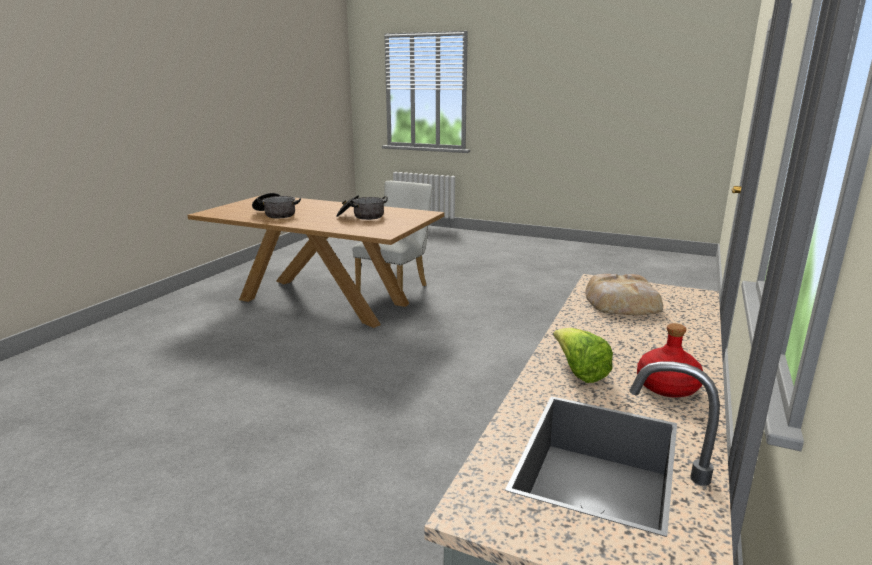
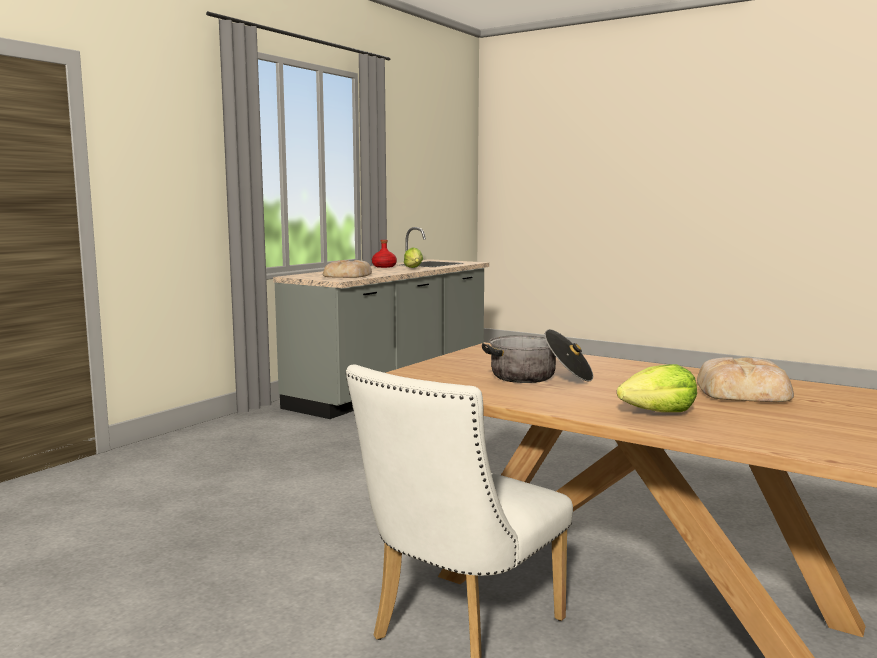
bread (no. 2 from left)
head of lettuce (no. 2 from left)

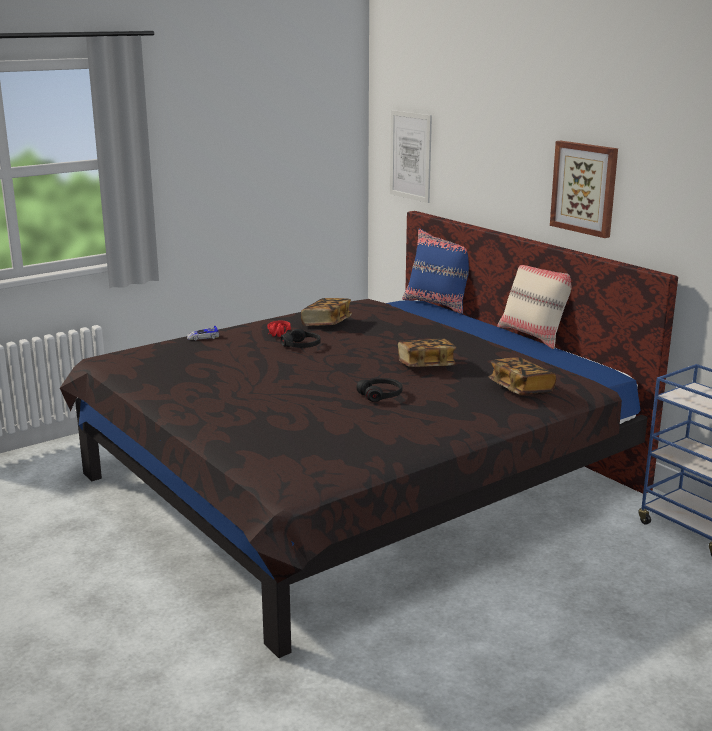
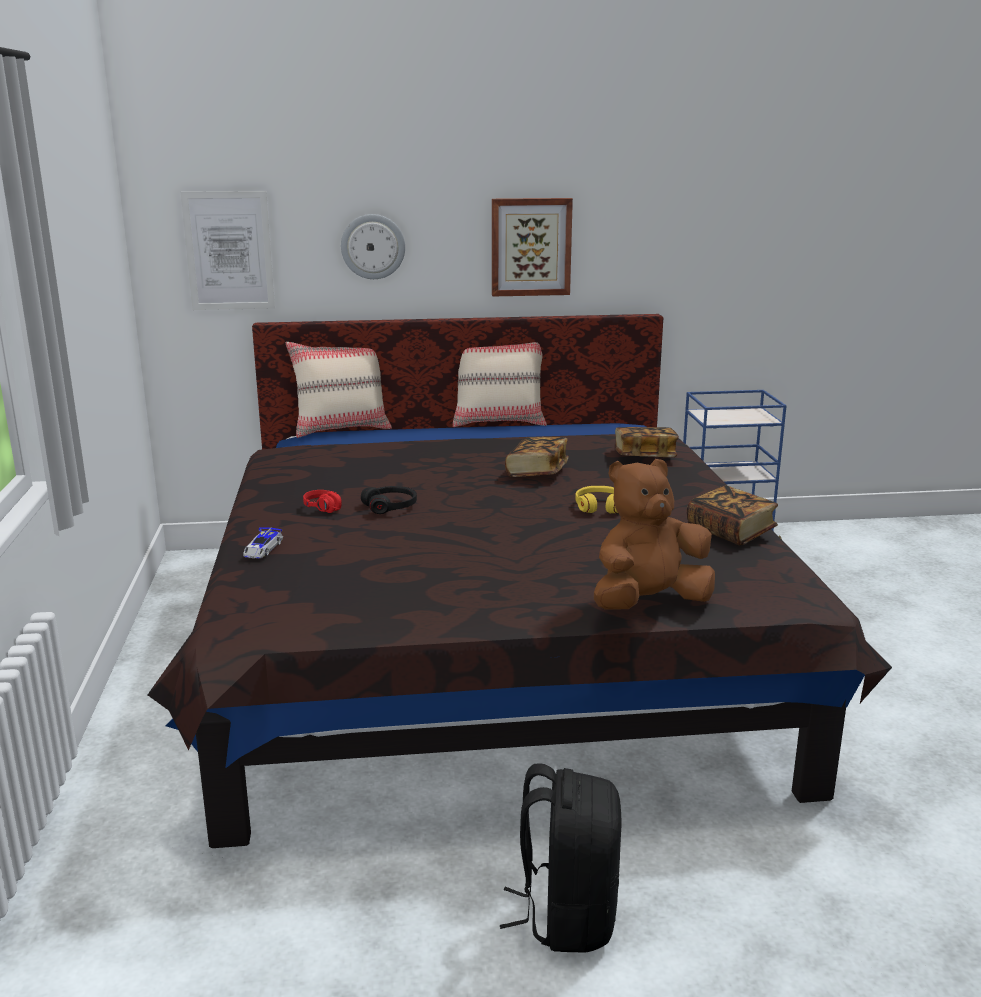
beige cushion (no. 1 from left)
volume (no. 3 from left)
yellowish headset
hanging clock
brown-coloured plush toy
black rucksack

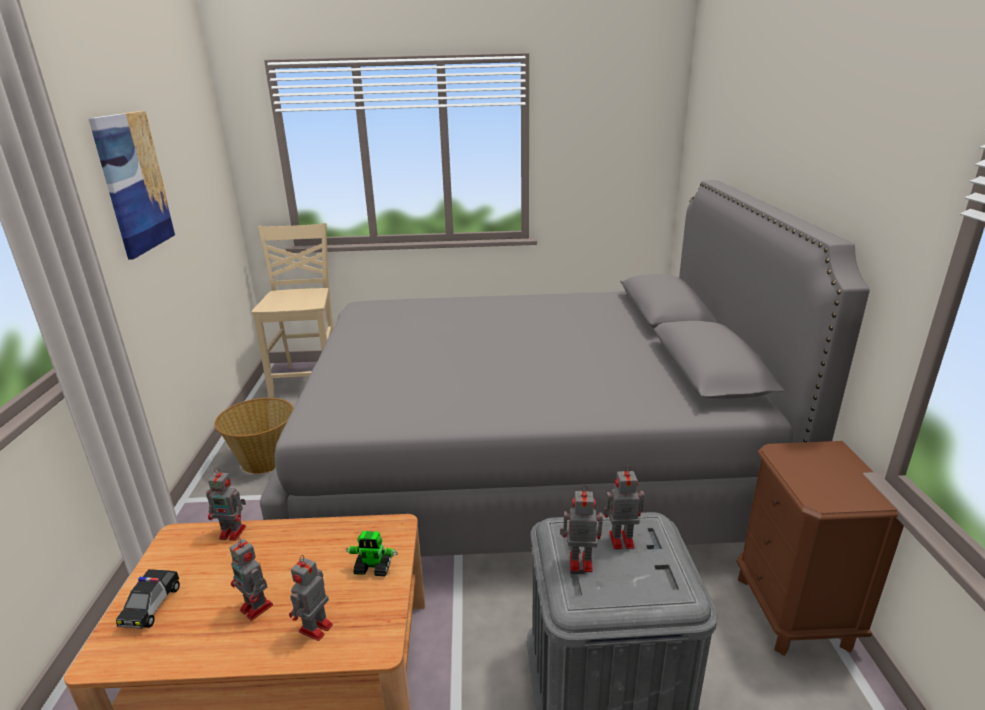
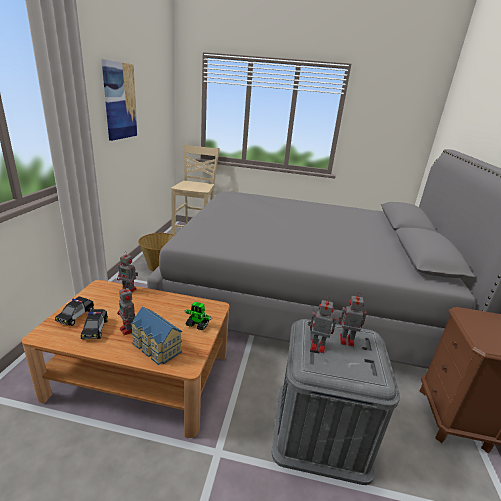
model house
model car (no. 2 from left)

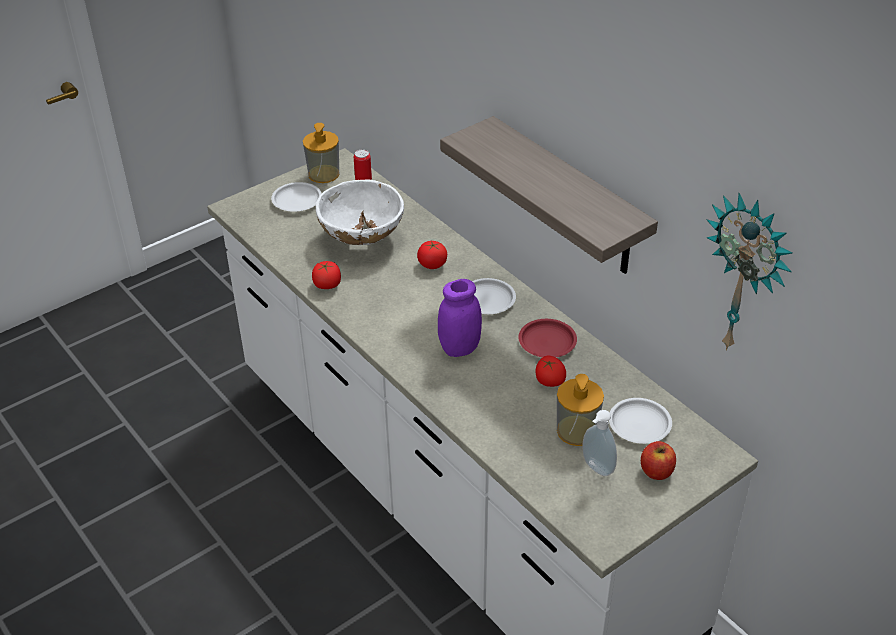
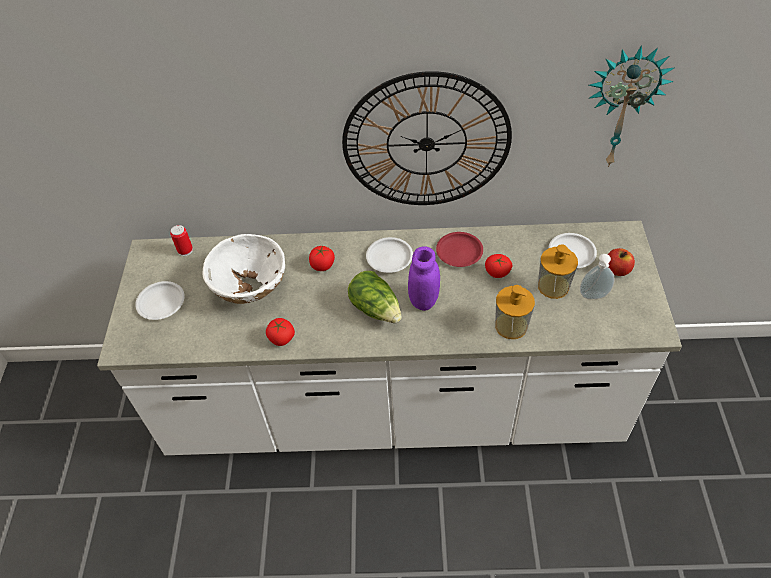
hanging clock (no. 1 from left)
soap dispenser (no. 1 from left)
head of lettuce

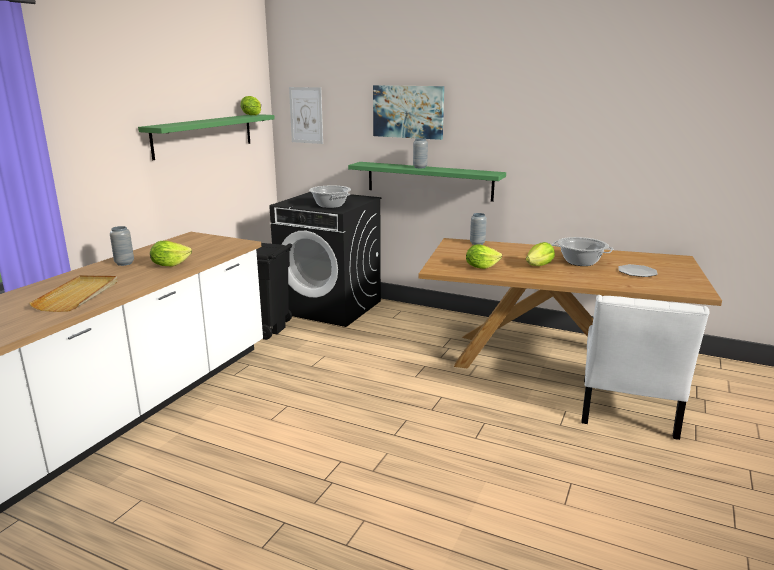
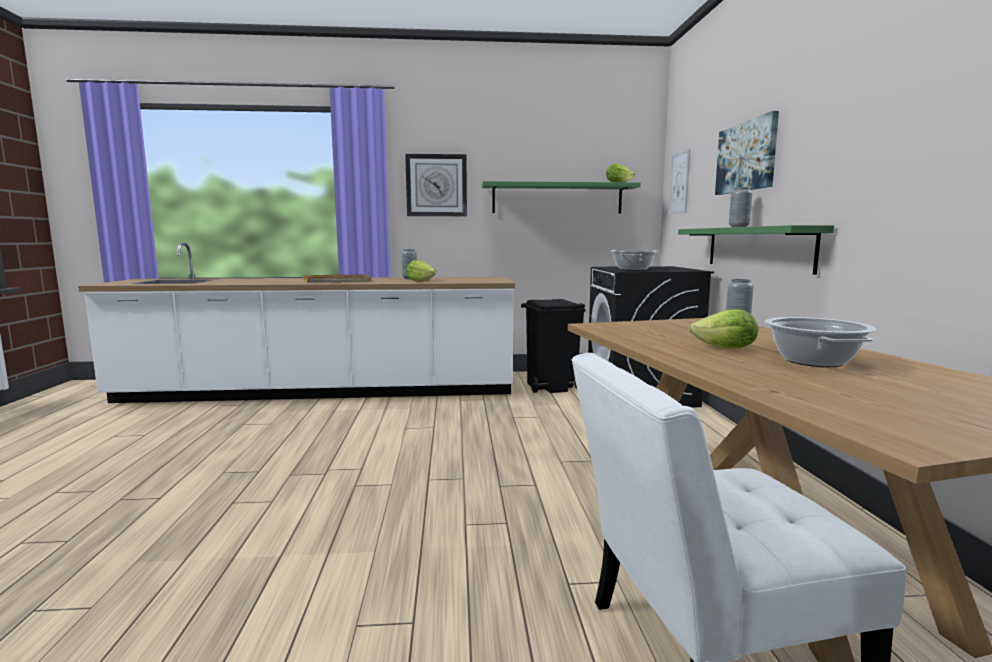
head of lettuce (no. 3 from left in the first image)
flat dish
hanging clock

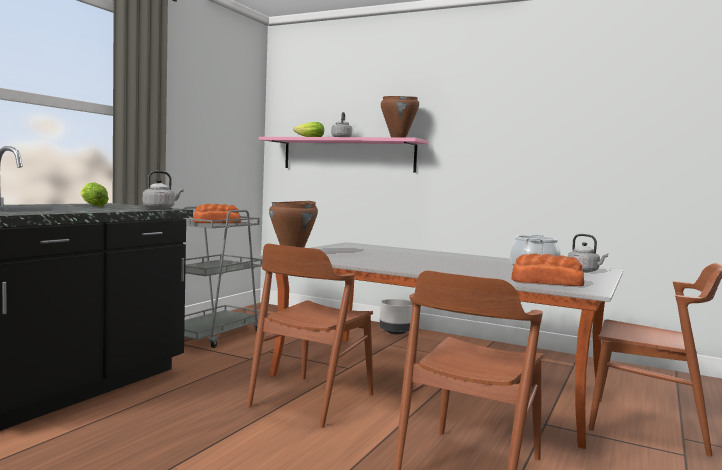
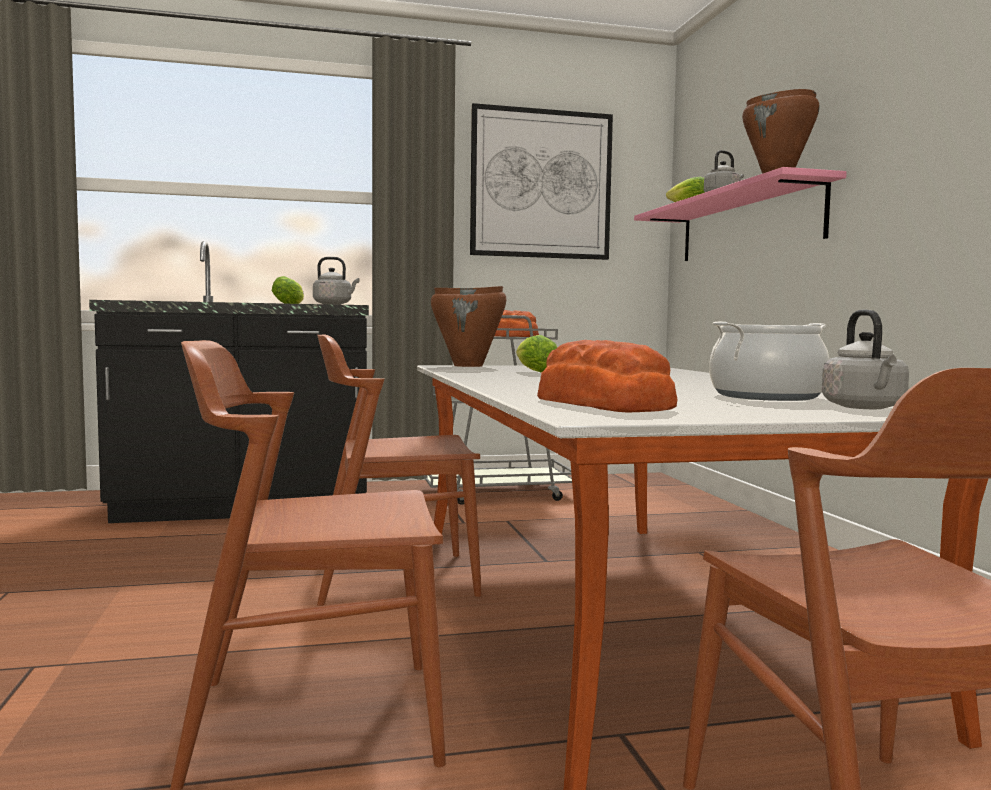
gray plant pot
wall picture
head of lettuce (no. 2 from left)

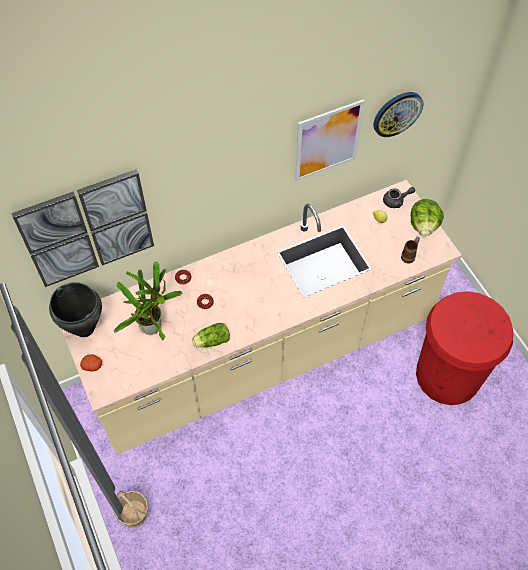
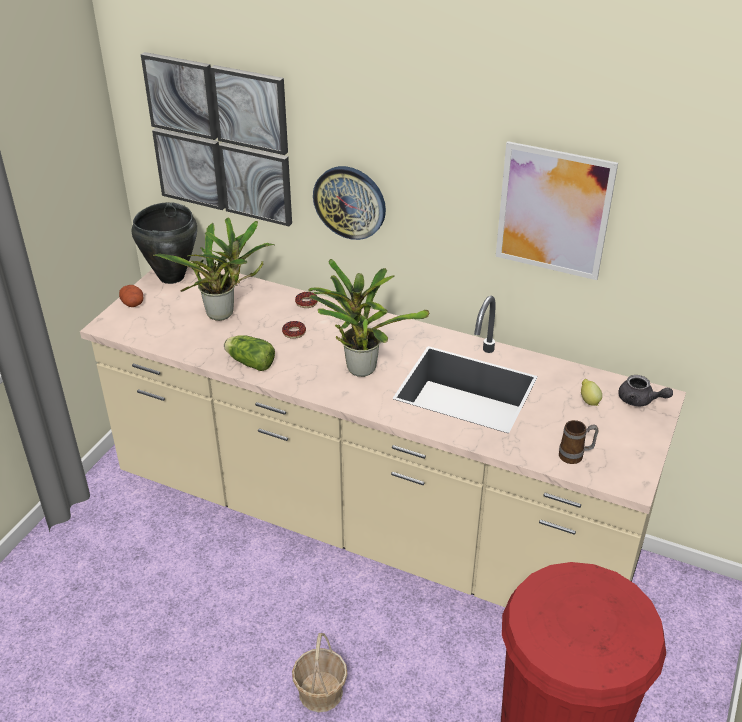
hanging clock
head of lettuce (no. 2 from left in the first image)
storage basket
potted plant (no. 2 from left)

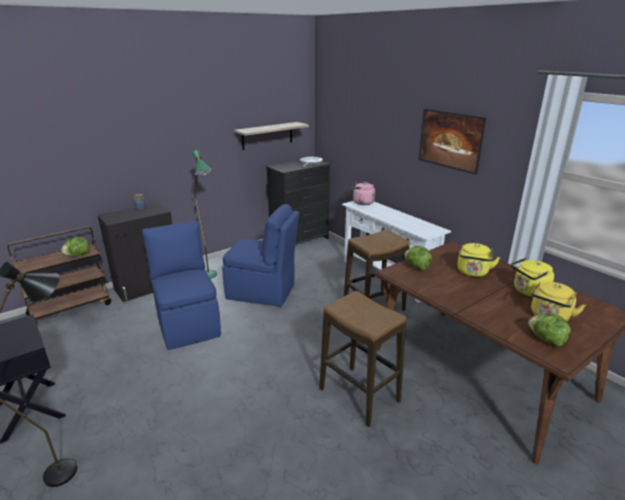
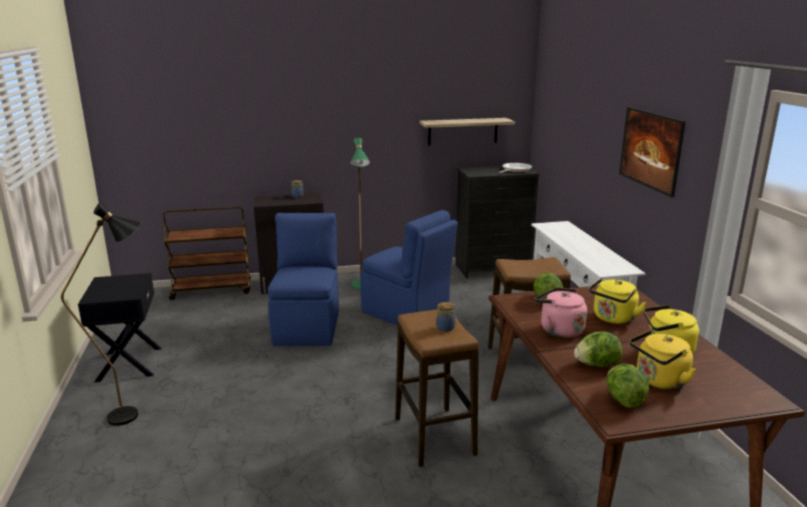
pink-coloured tea kettle
head of lettuce (no. 2 from left)
jar (no. 2 from left)

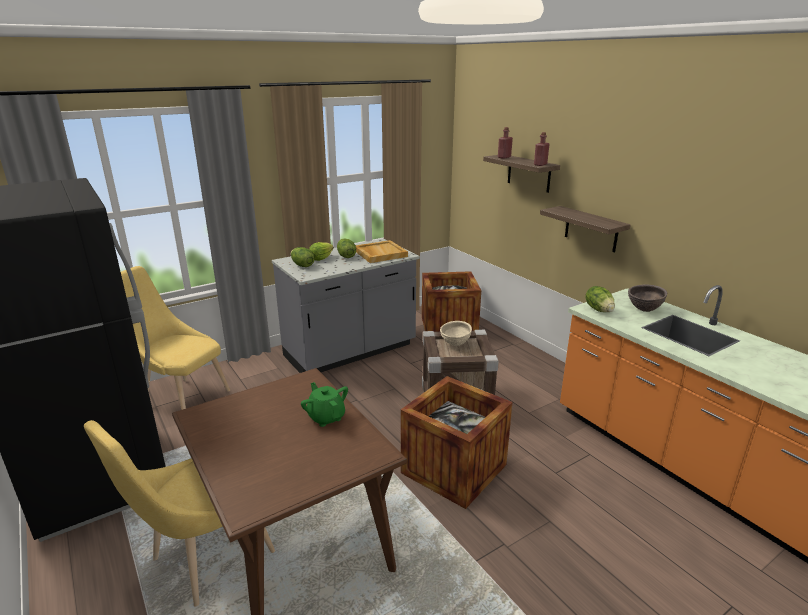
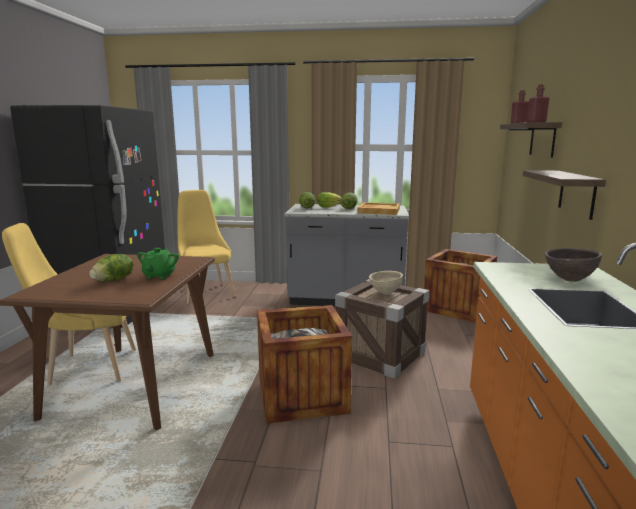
head of lettuce (no. 1 from left)

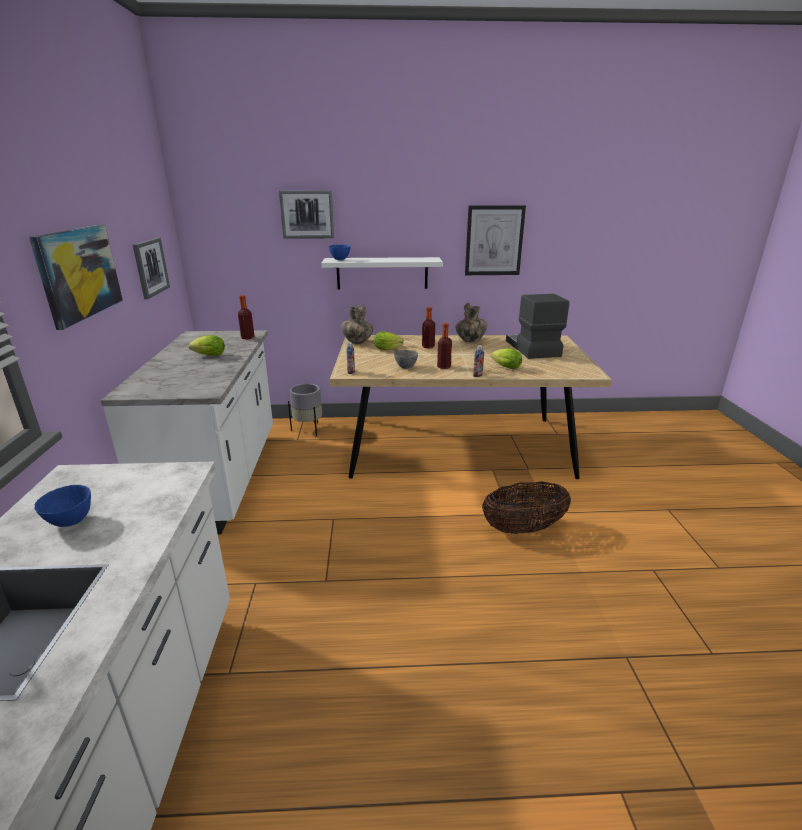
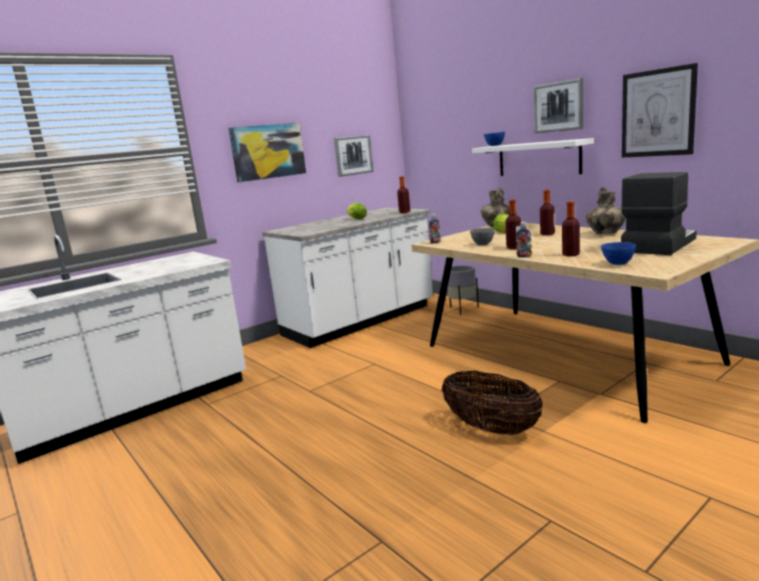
wall picture (no. 3 from left)
drink bottle (no. 6 from left)
blue-coloured serving bowl (no. 2 from left)

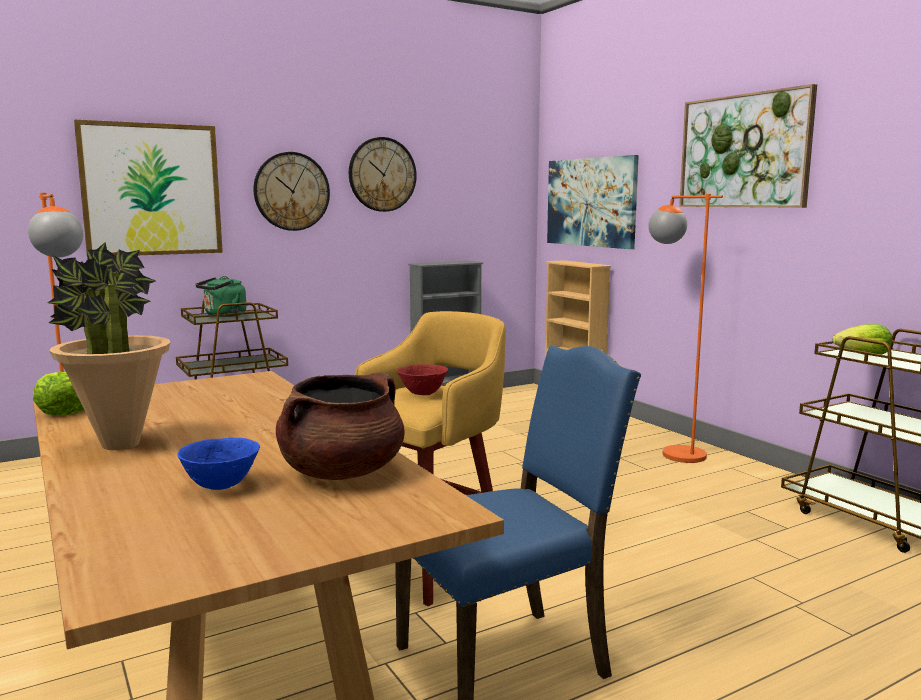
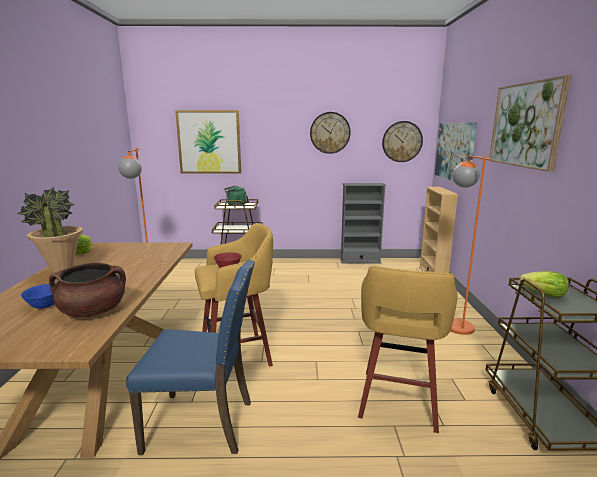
hanging clock (no. 2 from left)
yellowish stool (no. 2 from left)

